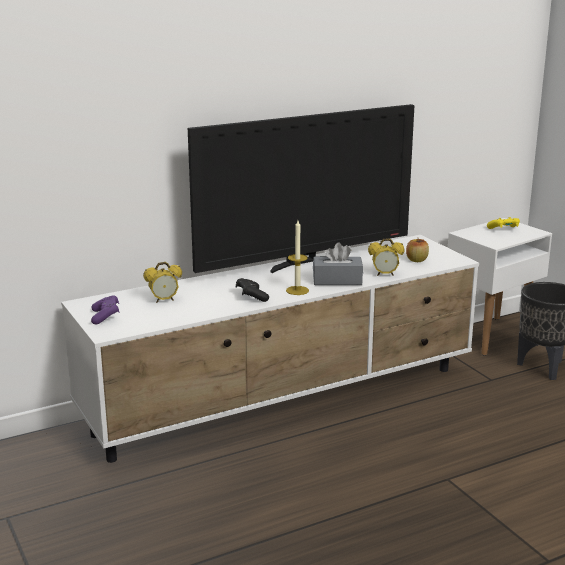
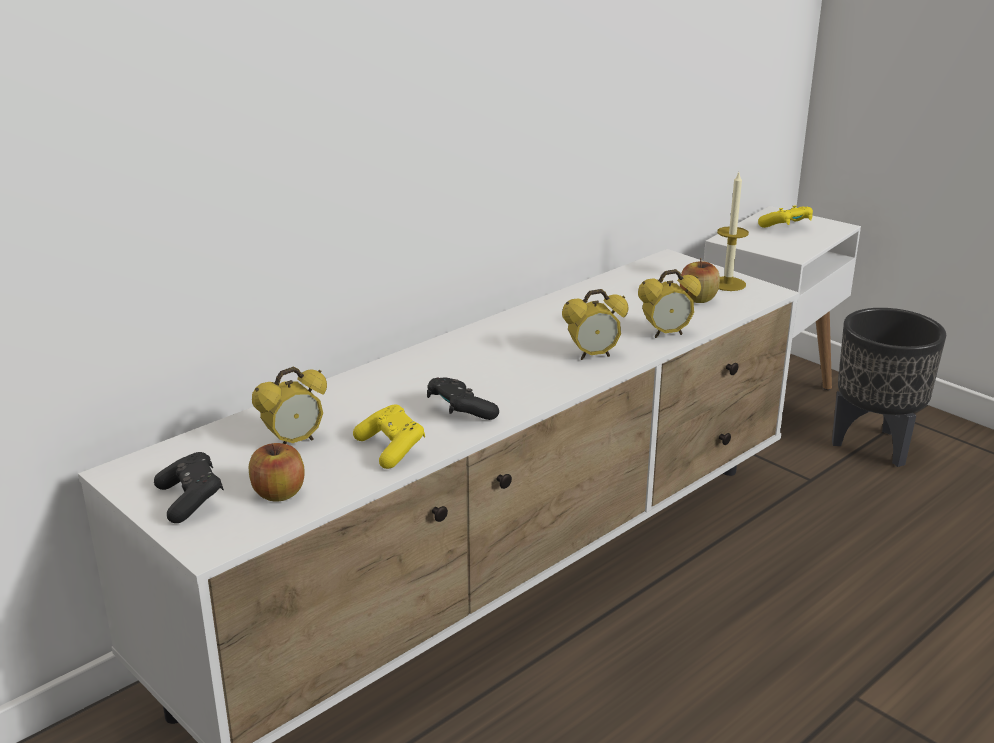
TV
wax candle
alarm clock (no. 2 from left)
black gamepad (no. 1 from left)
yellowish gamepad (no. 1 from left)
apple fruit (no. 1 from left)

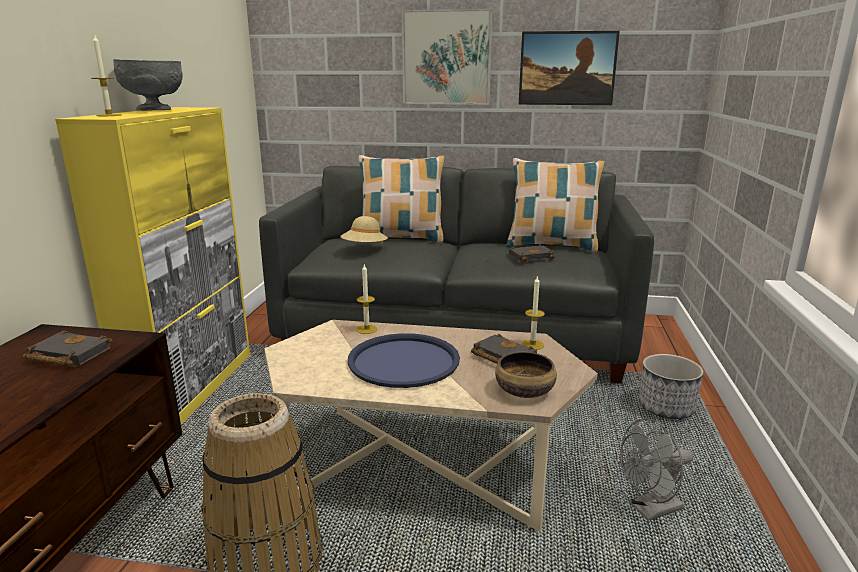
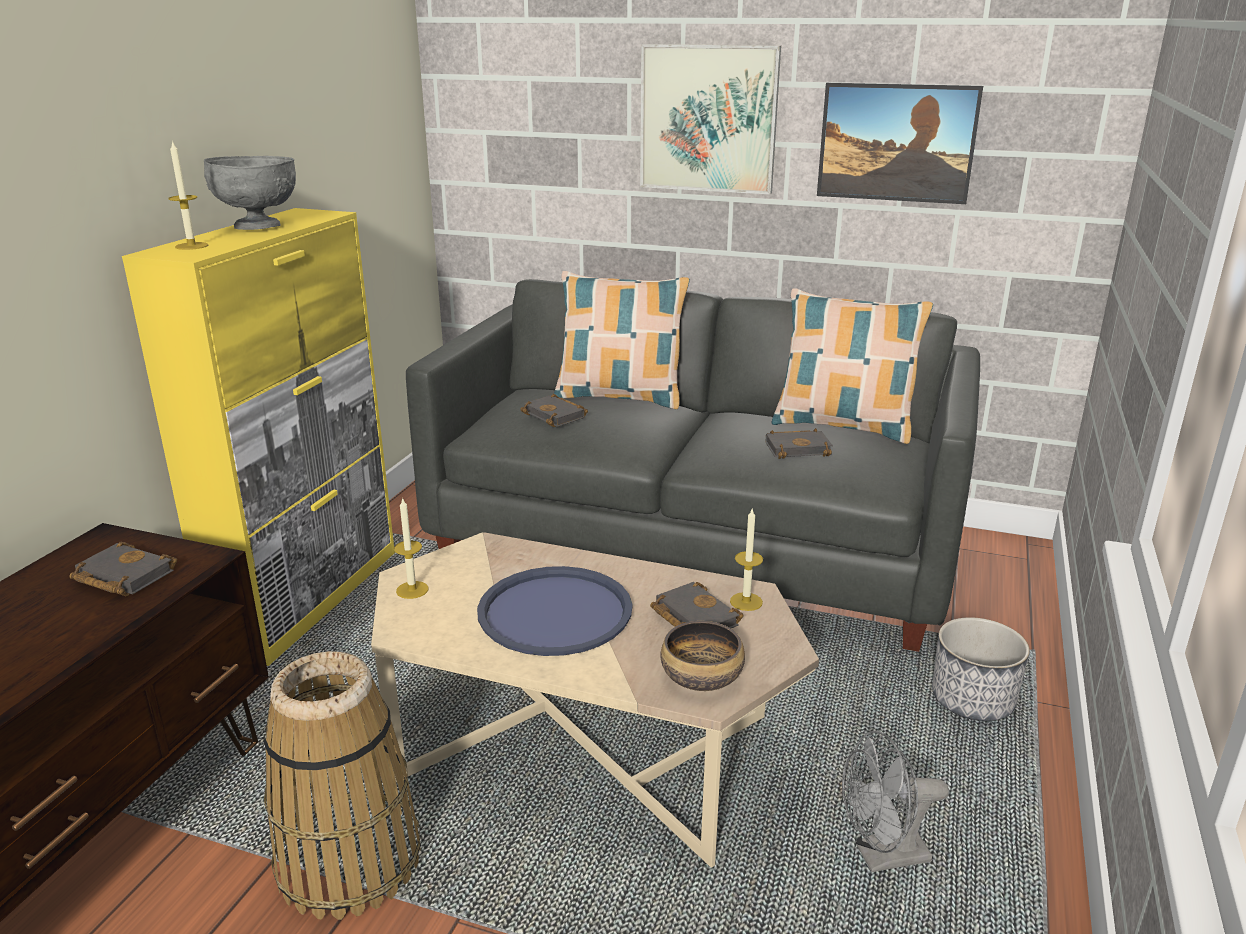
black volume (no. 2 from left)
wax candle (no. 2 from left)

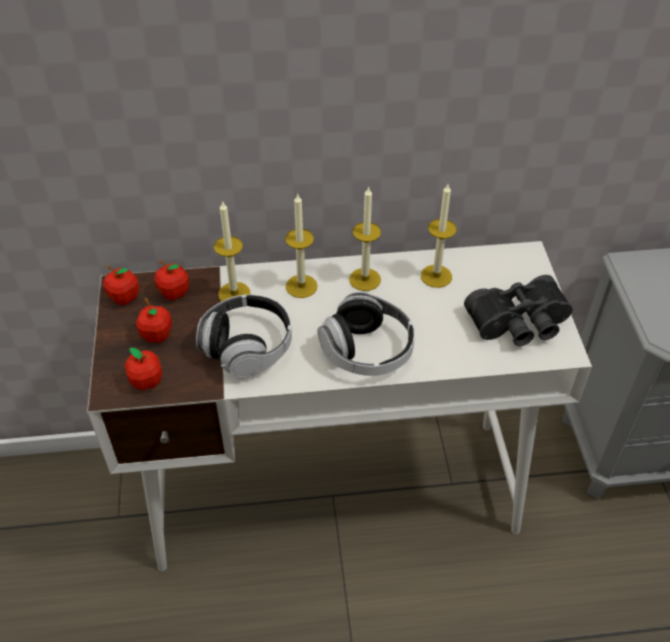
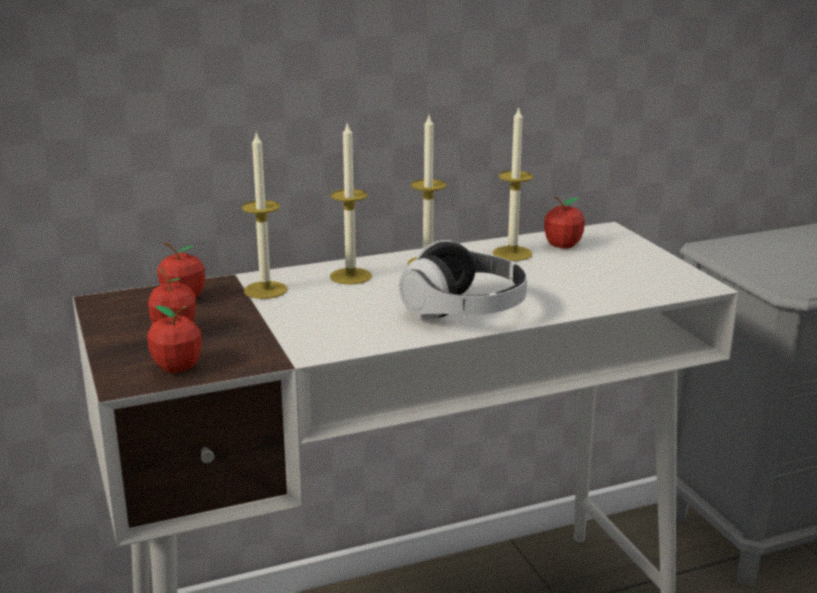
apple fruit (no. 4 from left)
black pair of binoculars
headset (no. 1 from left in the first image)

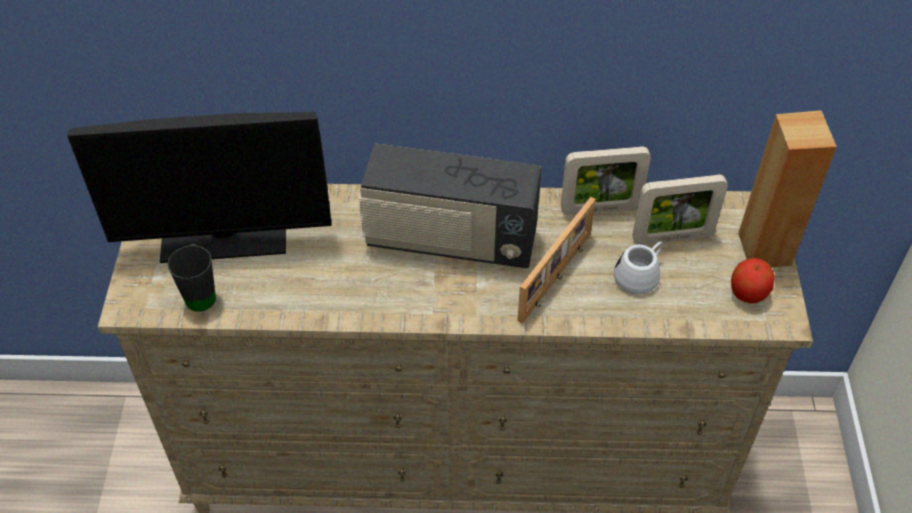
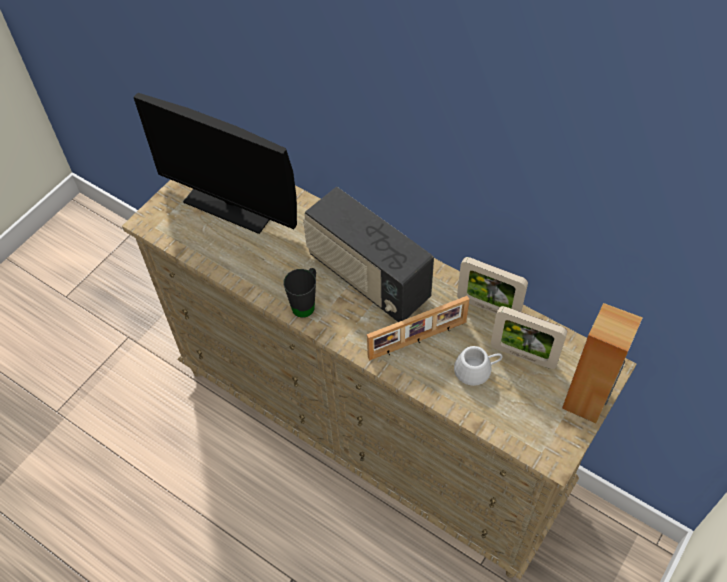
black coffee mug
apple fruit

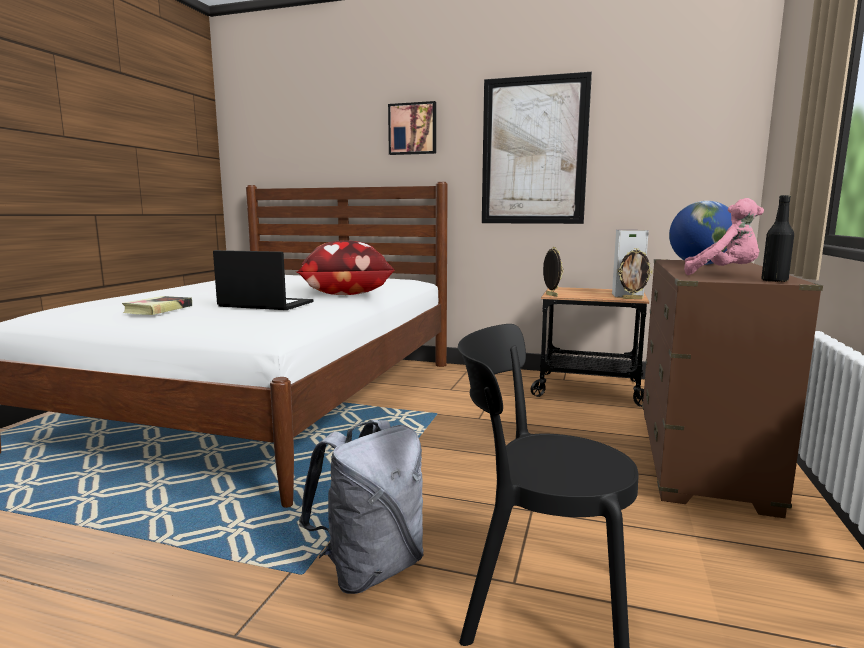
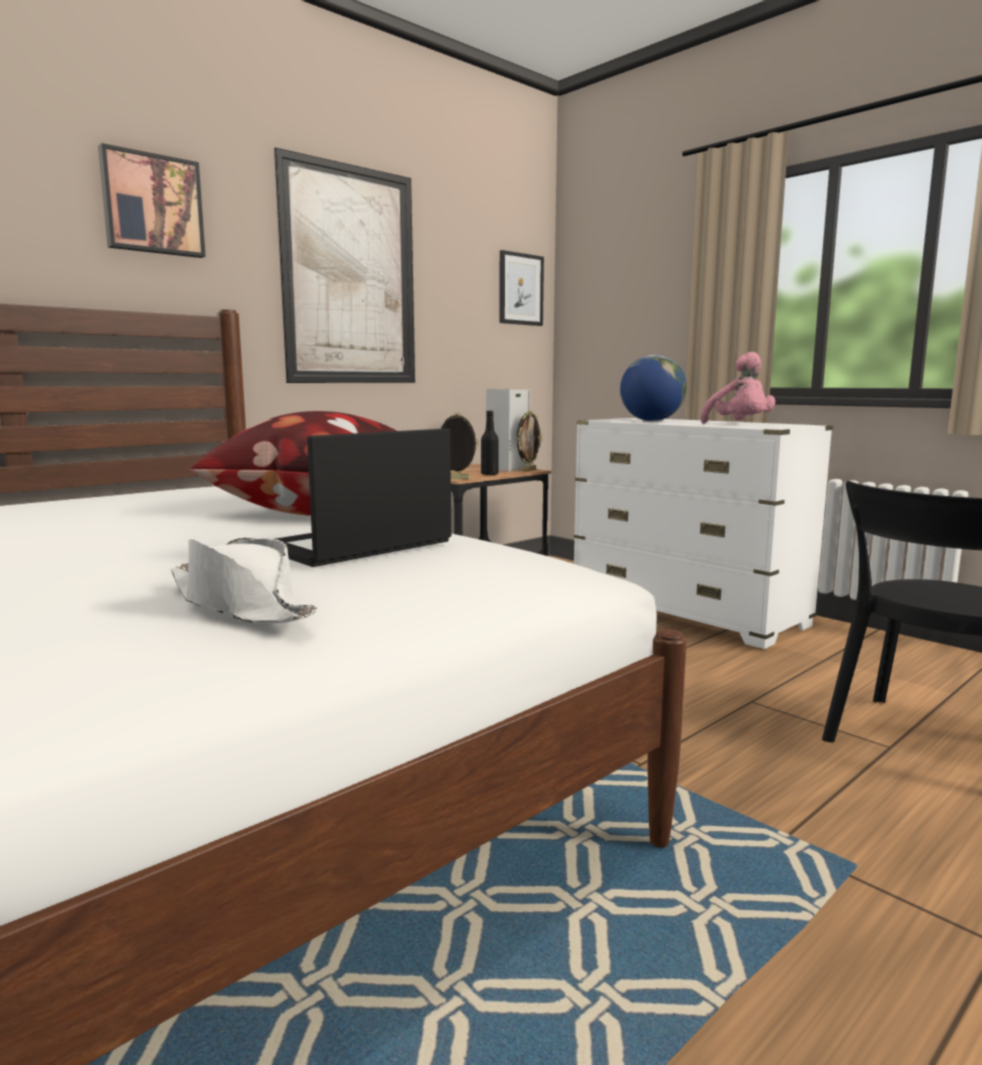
black drink bottle
pink-coloured plush toy
white drawer chest
white wearable hat
gray rucksack
wall picture (no. 3 from left)

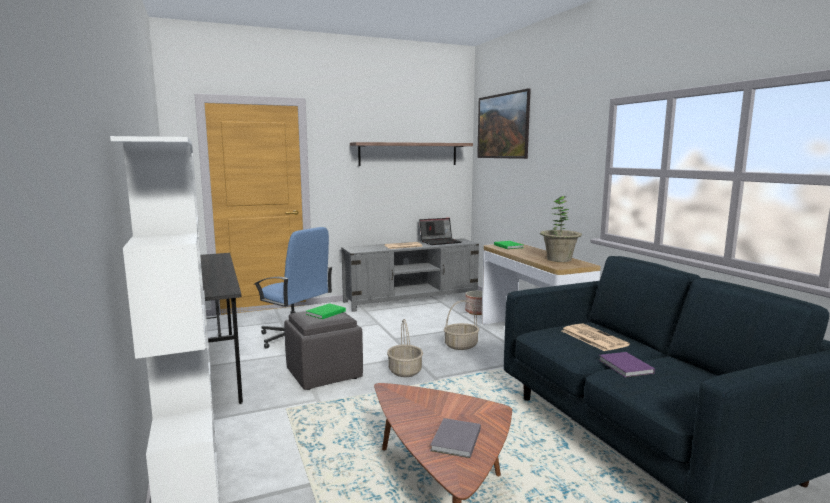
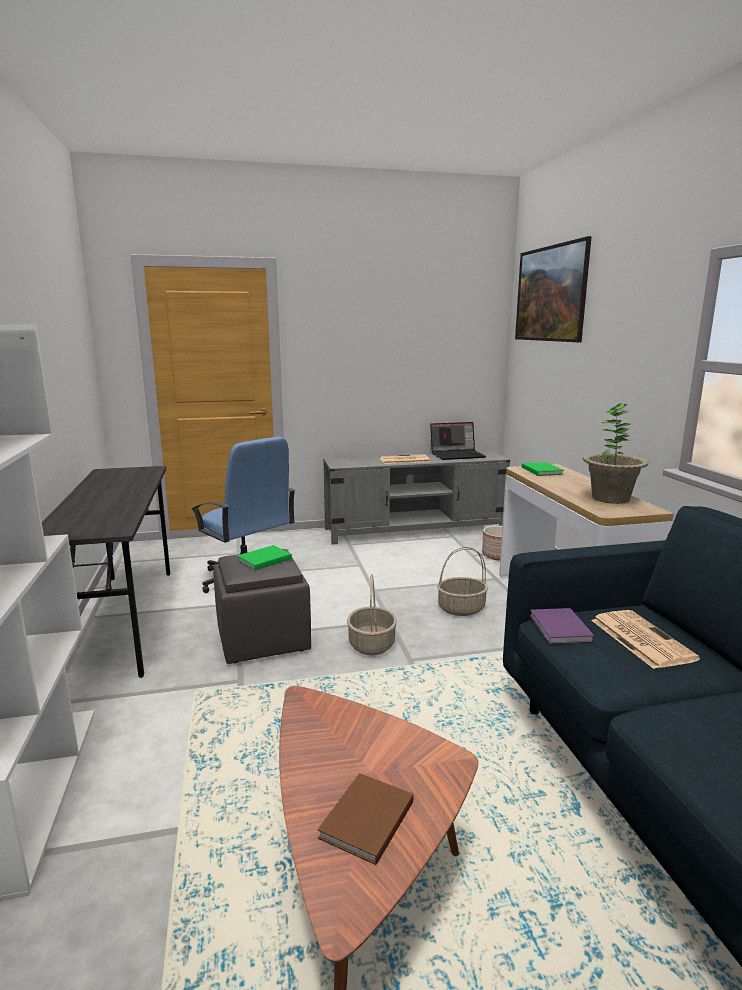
wall shelf
purple-coloured volume
brown-coloured volume

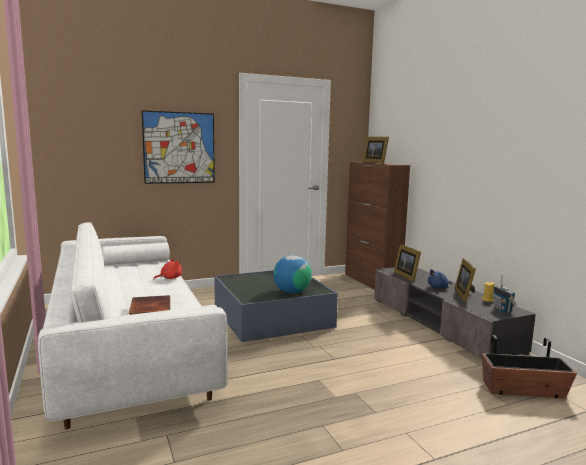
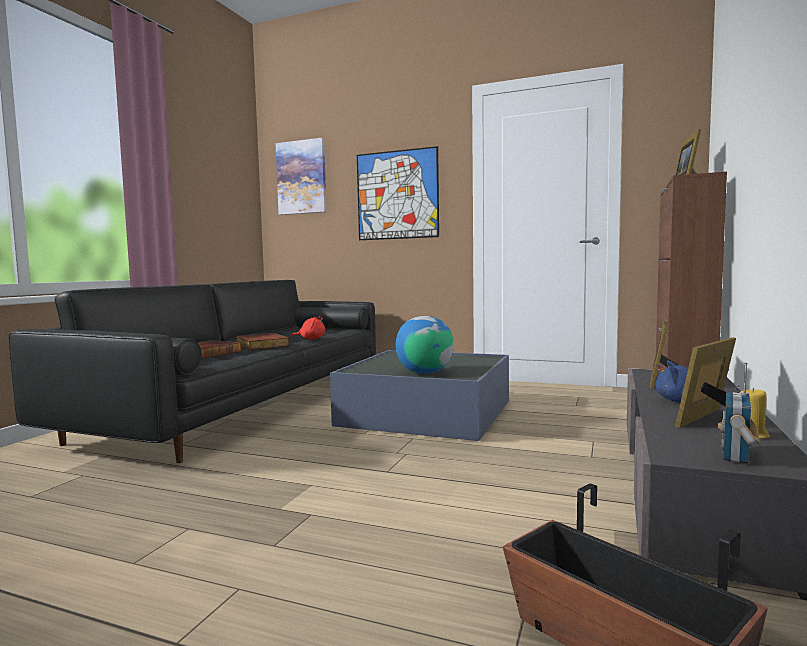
black couch
wall picture (no. 1 from left)
volume (no. 2 from left)

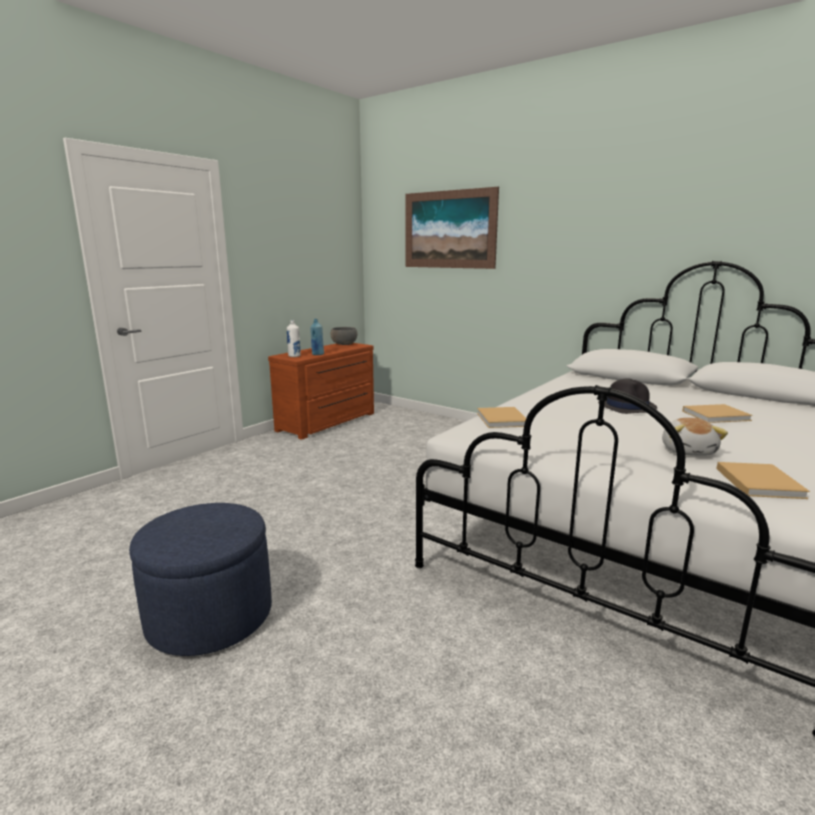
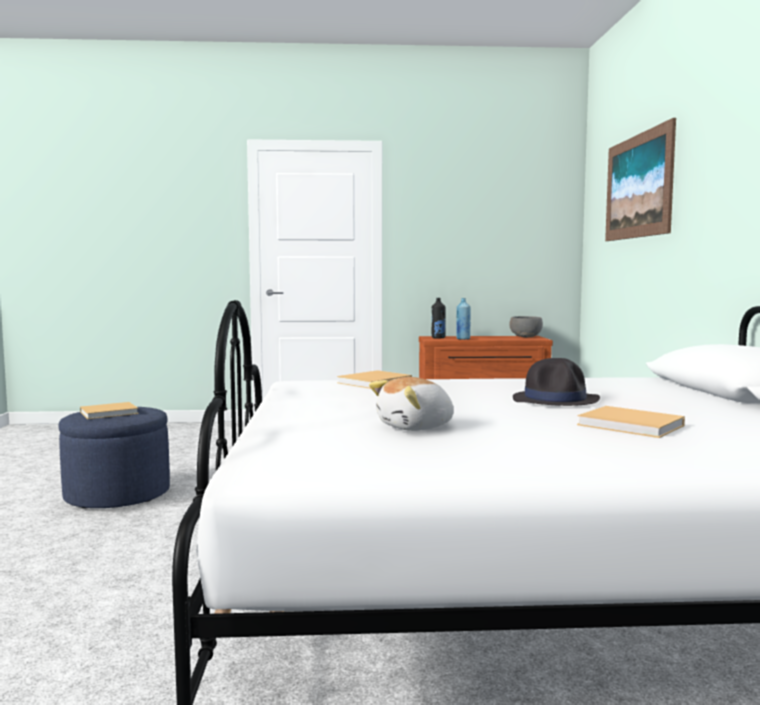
black drink bottle
beige volume (no. 1 from left)

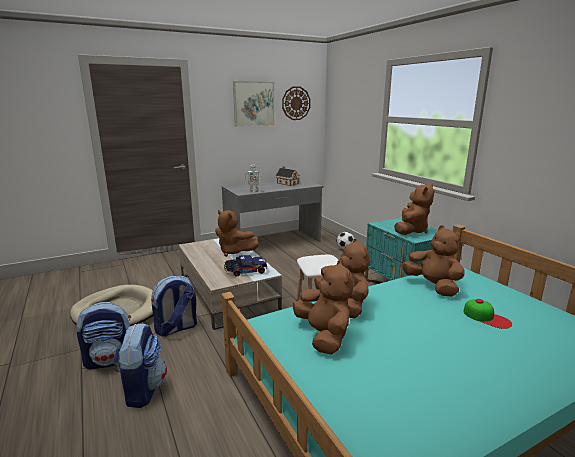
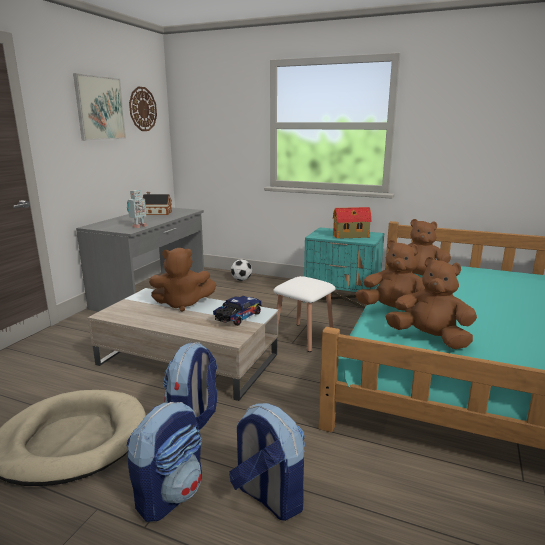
model house (no. 2 from left)
peaked cap

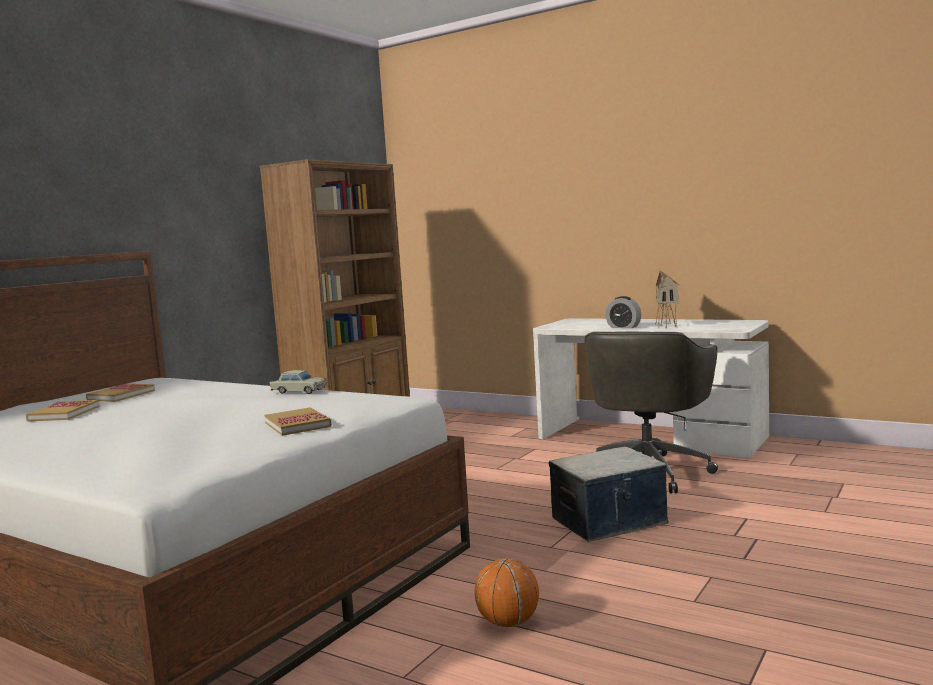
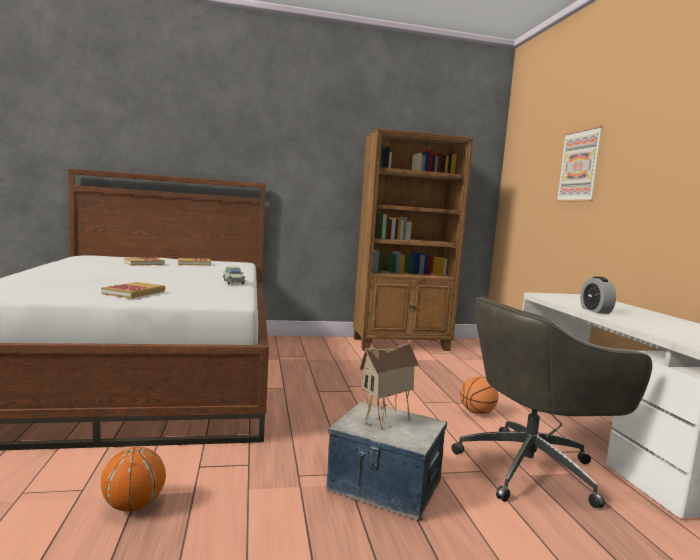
model house
wall picture
basketball ball (no. 2 from left)

